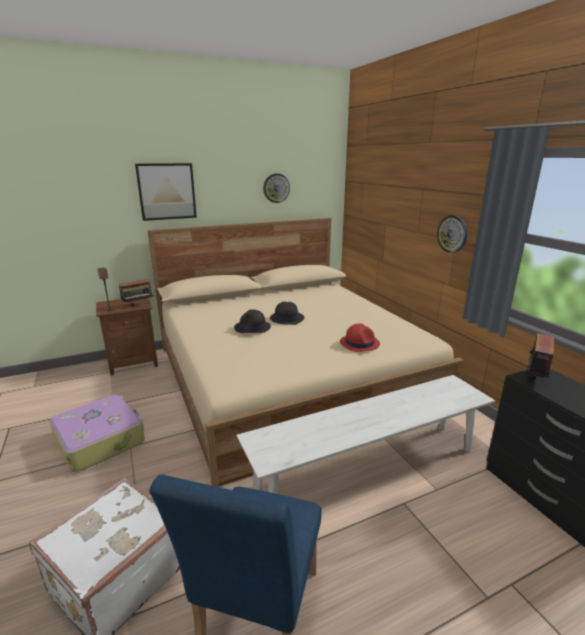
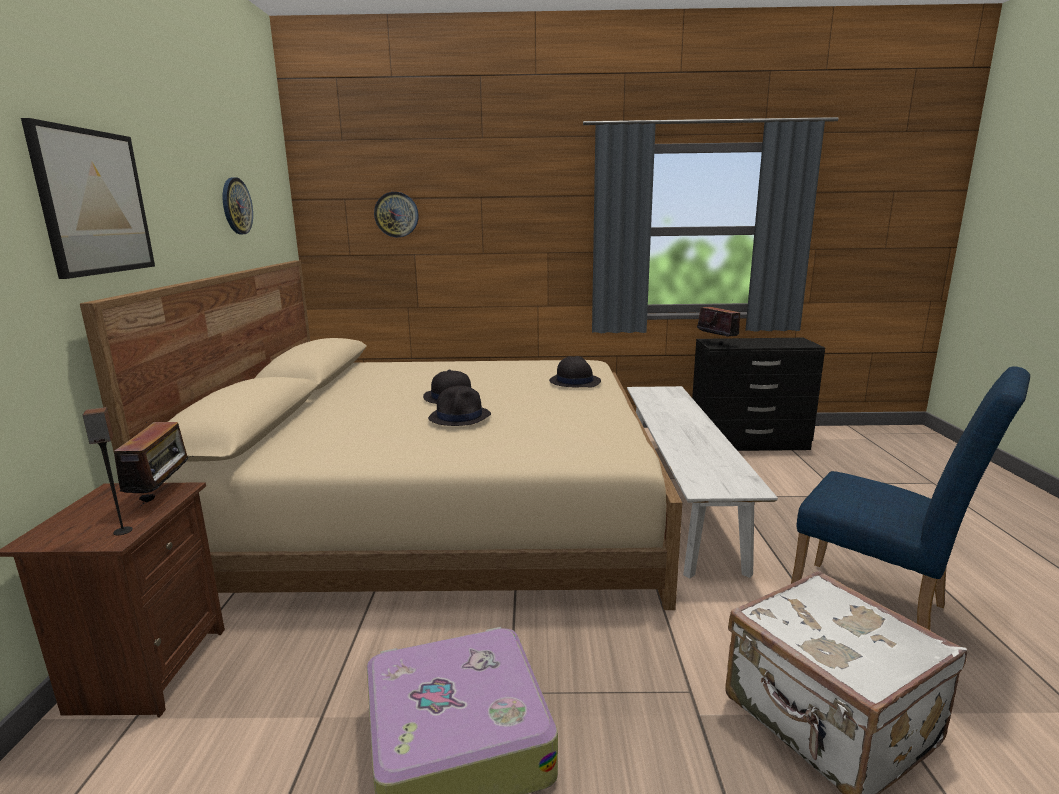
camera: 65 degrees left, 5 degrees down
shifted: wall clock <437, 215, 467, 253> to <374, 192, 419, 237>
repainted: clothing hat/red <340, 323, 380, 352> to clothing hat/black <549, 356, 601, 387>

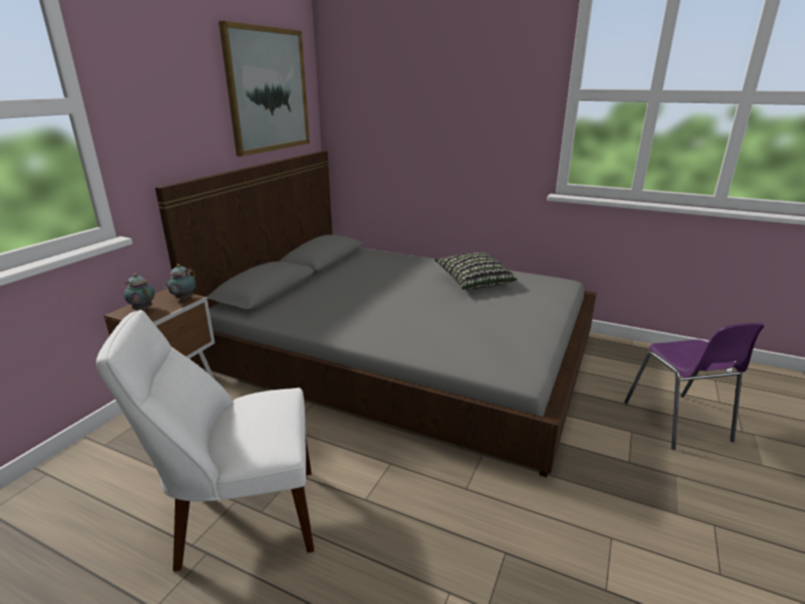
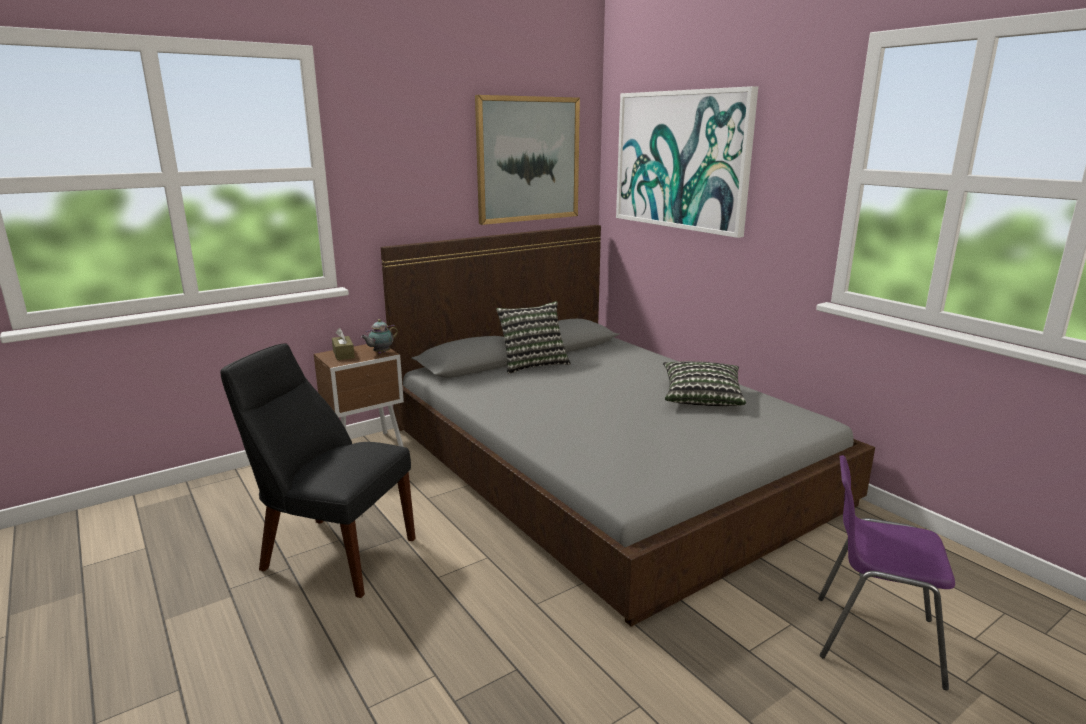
camera: 30 degrees right, 5 degrees down
new: cushion <496, 301, 571, 374>; picture <616, 86, 758, 238>
swapped: pot for tea <124, 274, 155, 311> to tissue box/brown-coloured <332, 328, 355, 360>
repainted: upright chair/white-coloured <96, 310, 314, 571> to upright chair/black <220, 343, 415, 598>
rotated: upright chair/purple <624, 323, 764, 450> = <818, 455, 955, 690> 90 degrees clockwise

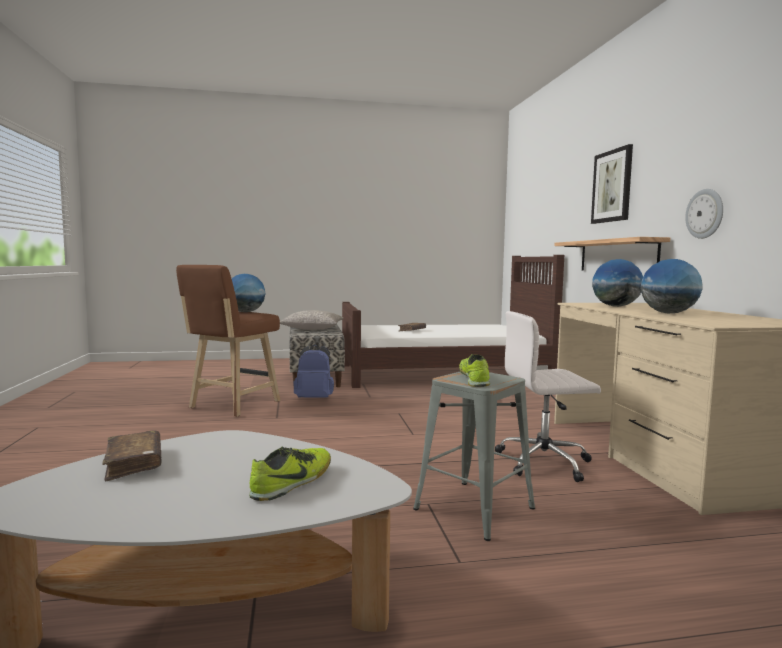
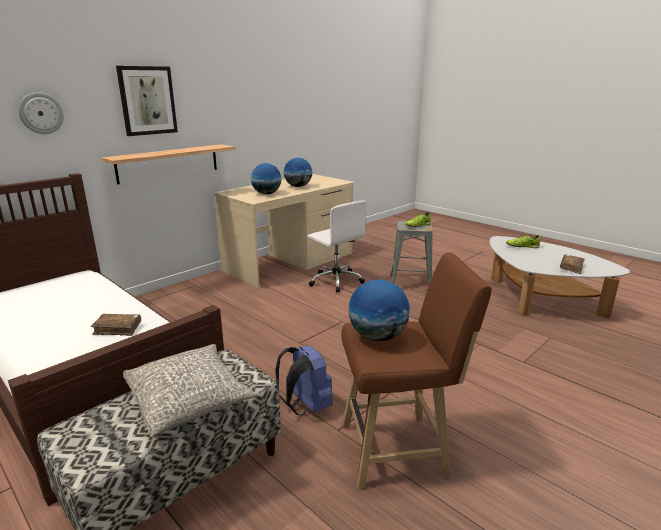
camera: 125 degrees left, 15 degrees up
shifted: wall clock <685, 189, 723, 239> to <19, 92, 64, 134>

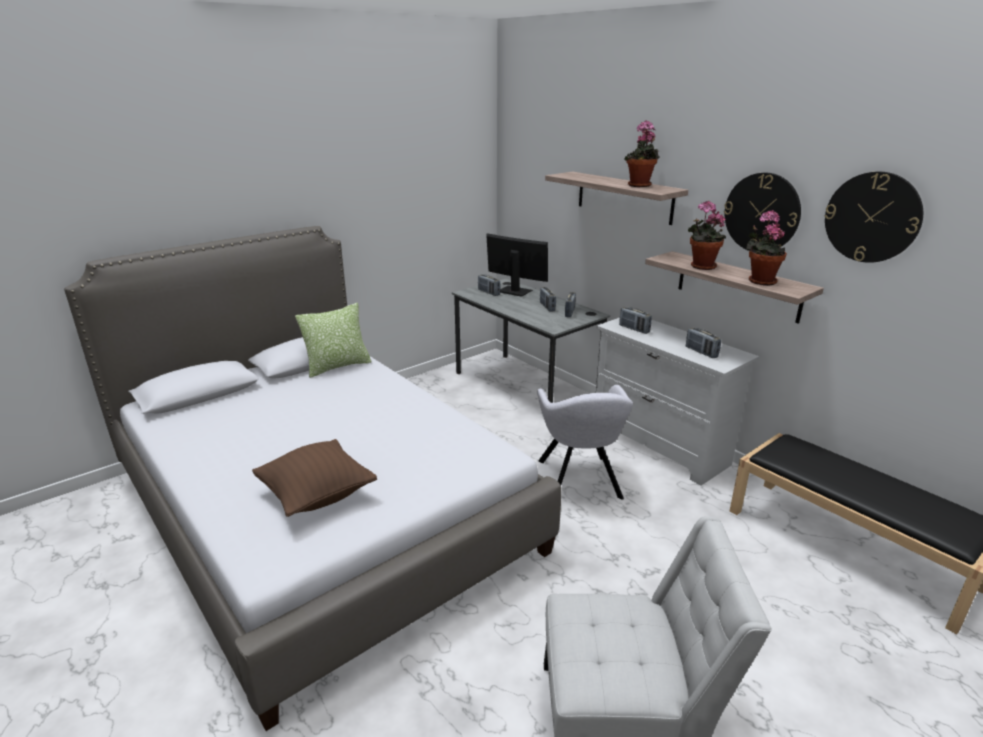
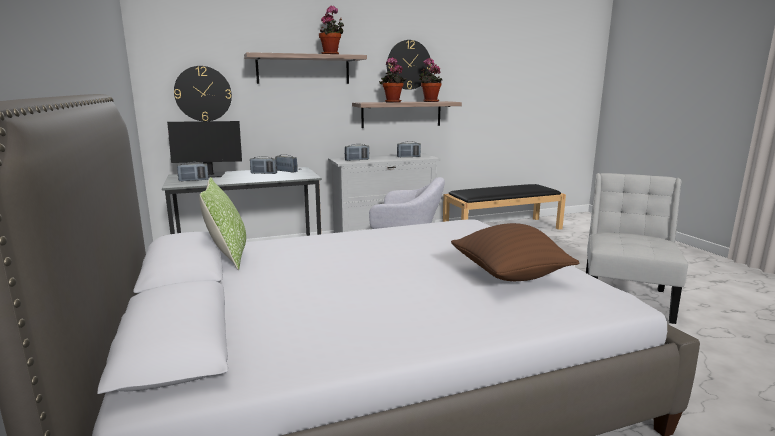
camera: 70 degrees left, 10 degrees down
shifted: wall clock <825, 172, 923, 263> to <174, 66, 232, 121>
rotated: computer display <486, 233, 548, 297> = <167, 121, 242, 178> 150 degrees counterclockwise

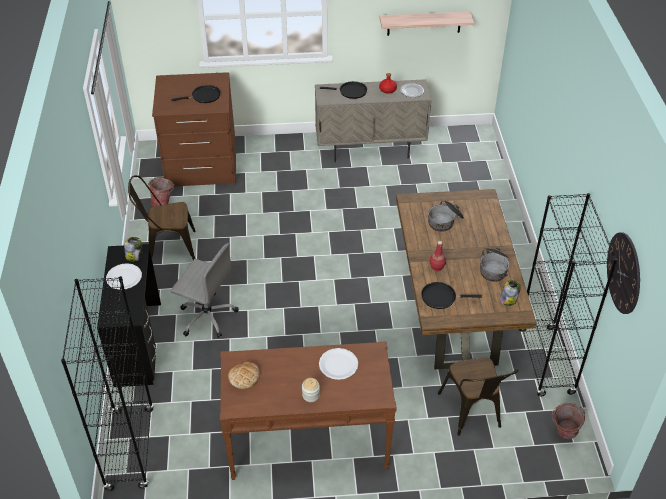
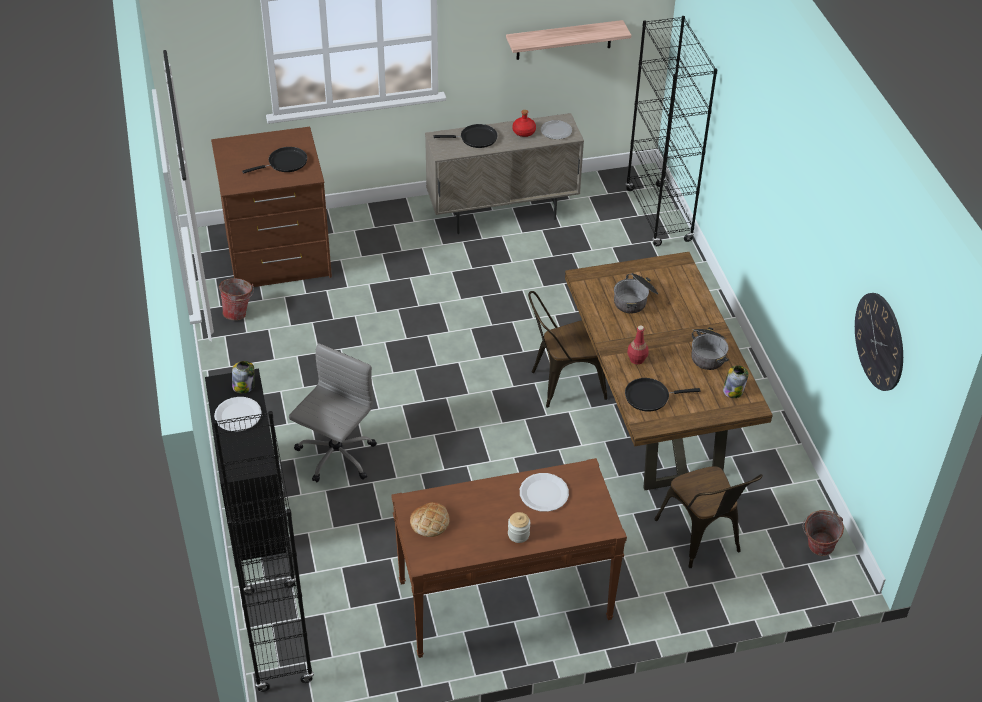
camera: 10 degrees left, 0 degrees up
shifted: upright chair/brown-coloured <128, 175, 196, 260> to <528, 291, 607, 408>; bookcase/black <519, 193, 618, 397> to <625, 16, 717, 246>
rotated: office chair/greyish <171, 243, 239, 338> = <289, 343, 377, 482> 75 degrees counterclockwise

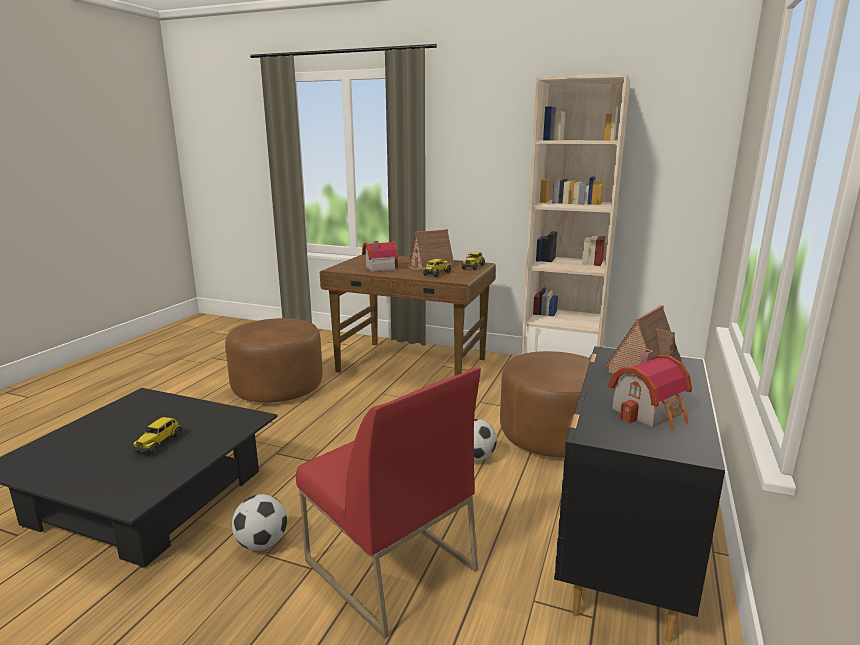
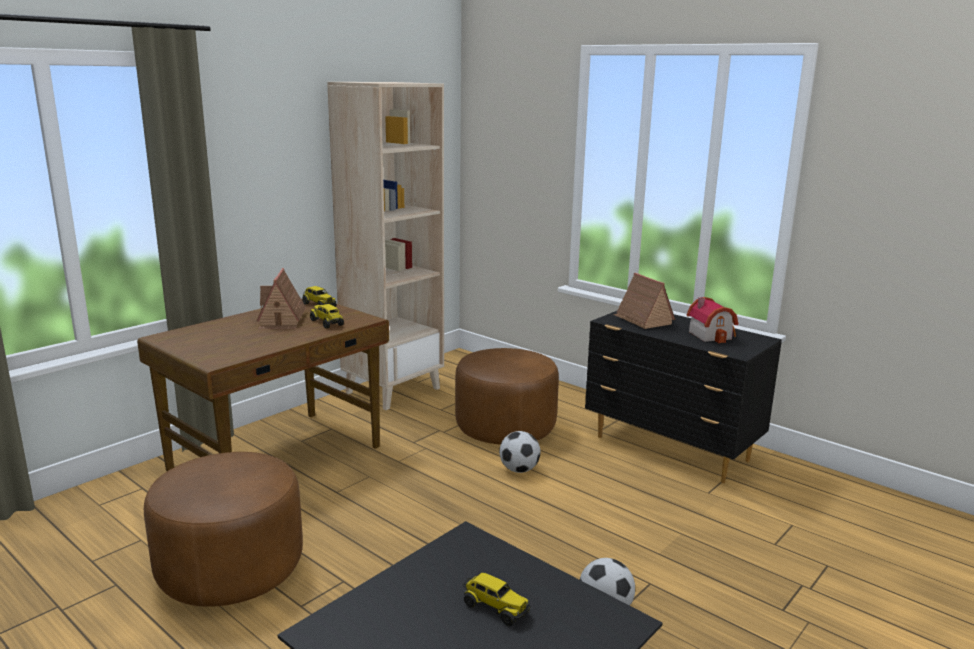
camera: 70 degrees left, 0 degrees up
gone: upright chair/red <296, 367, 481, 639>; model house <362, 241, 398, 272>

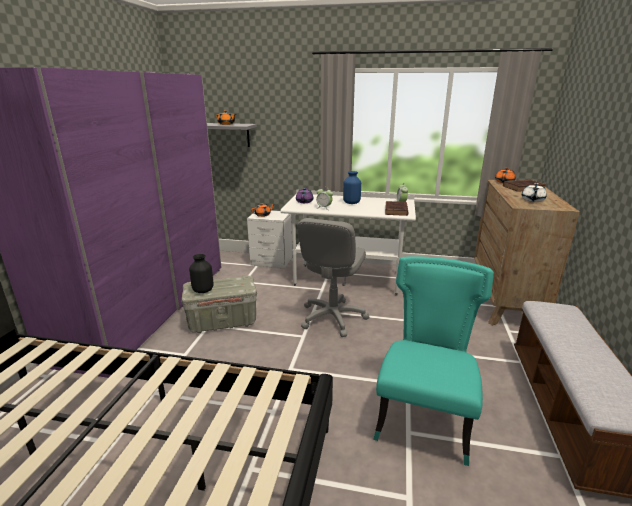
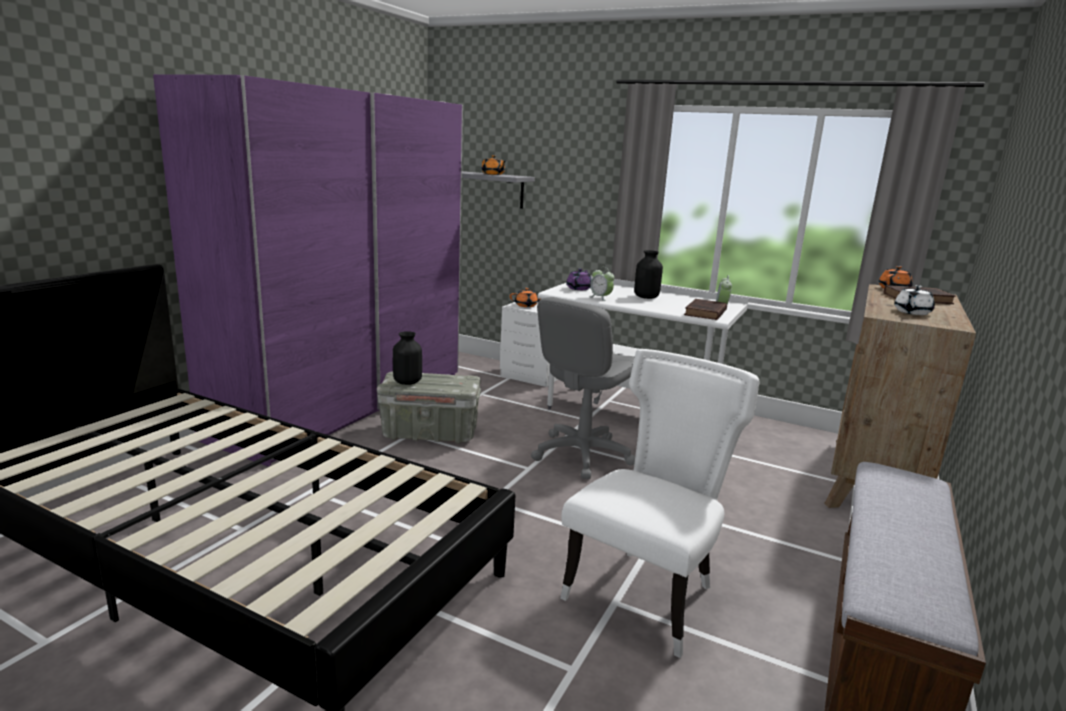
camera: 15 degrees right, 5 degrees down
repainted: flower vase/bluish <343, 171, 361, 204> to flower vase/black <634, 250, 663, 299>; upright chair/blue-green <373, 256, 494, 466> to upright chair/white-coloured <560, 349, 760, 658>

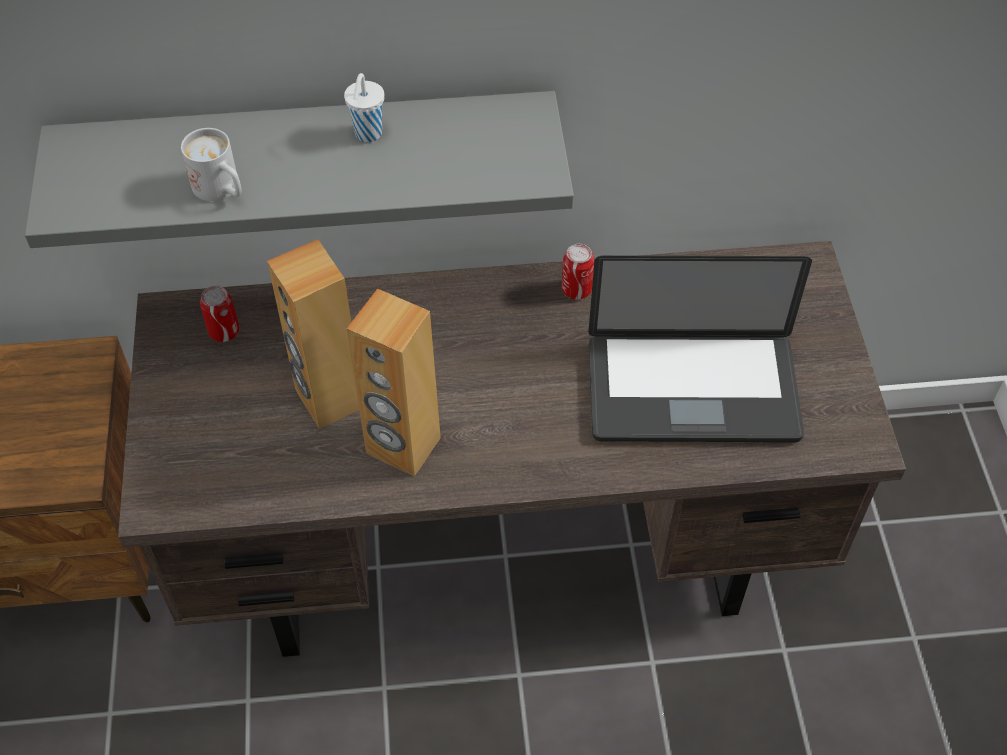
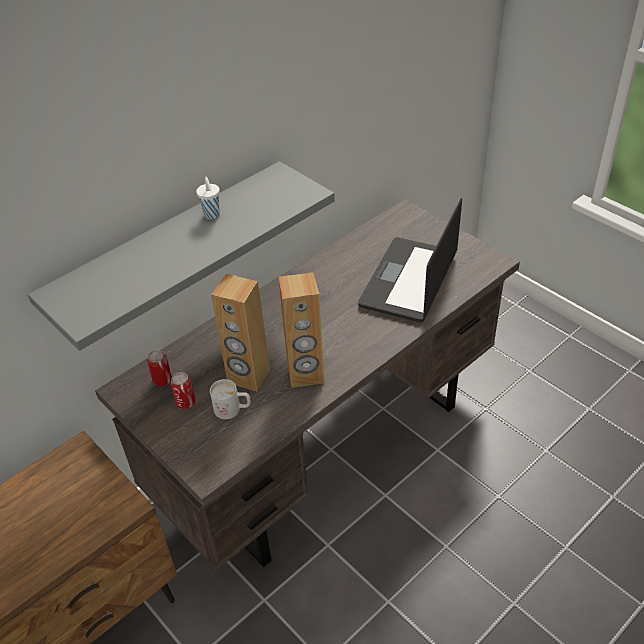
camera: 35 degrees left, 10 degrees down
shifted: mug/white-coloured <181, 128, 242, 201> to <210, 379, 251, 419>; can <562, 244, 594, 300> to <171, 372, 196, 409>
rotated: portable computer <588, 255, 812, 442> = <358, 198, 462, 323> 150 degrees clockwise

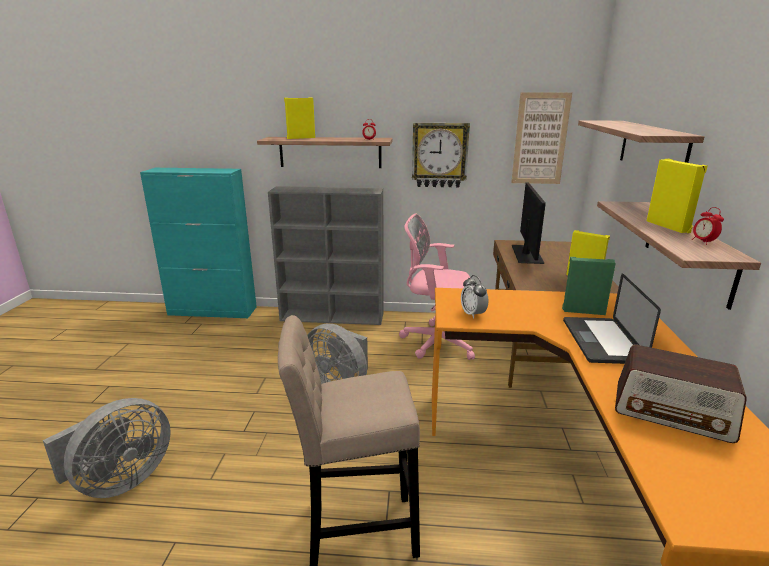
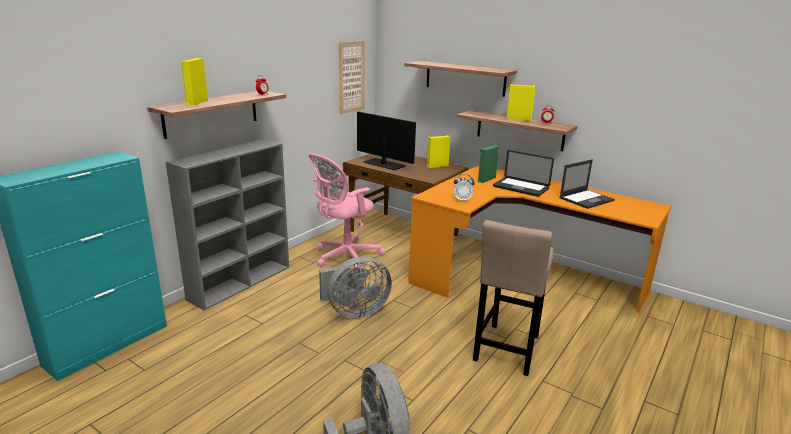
camera: 60 degrees left, 0 degrees up
gone: wall clock <412, 123, 470, 188>
swapped: radio set <615, 345, 747, 443> to portable computer <559, 159, 615, 209>

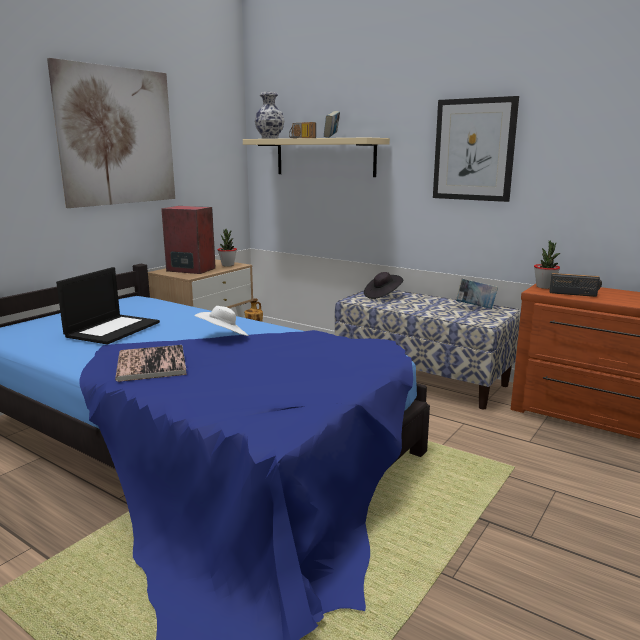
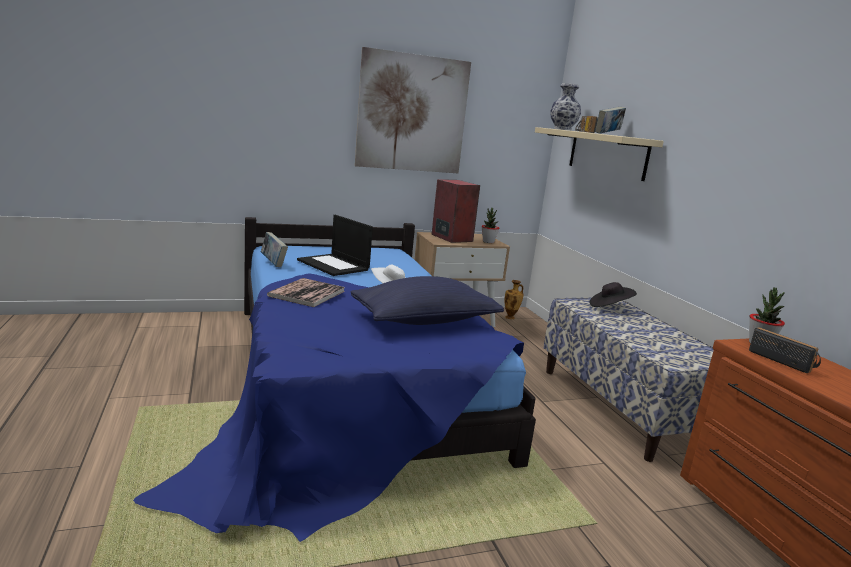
camera: 35 degrees right, 0 degrees up
gone: picture <433, 96, 519, 202>
new: cushion/bluish <351, 276, 504, 325>
shifted: book <456, 278, 498, 309> to <261, 232, 288, 267>
rotated: portable computer <56, 267, 160, 345> = <297, 215, 373, 276> 75 degrees clockwise

